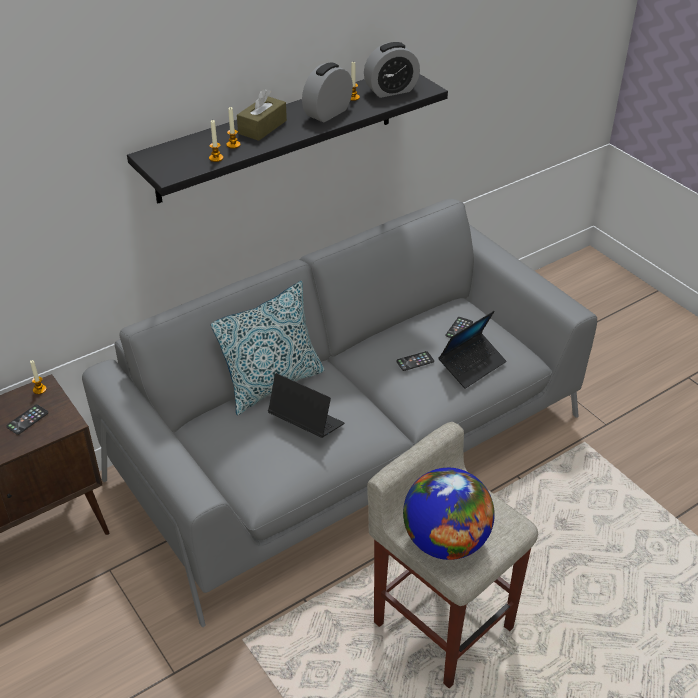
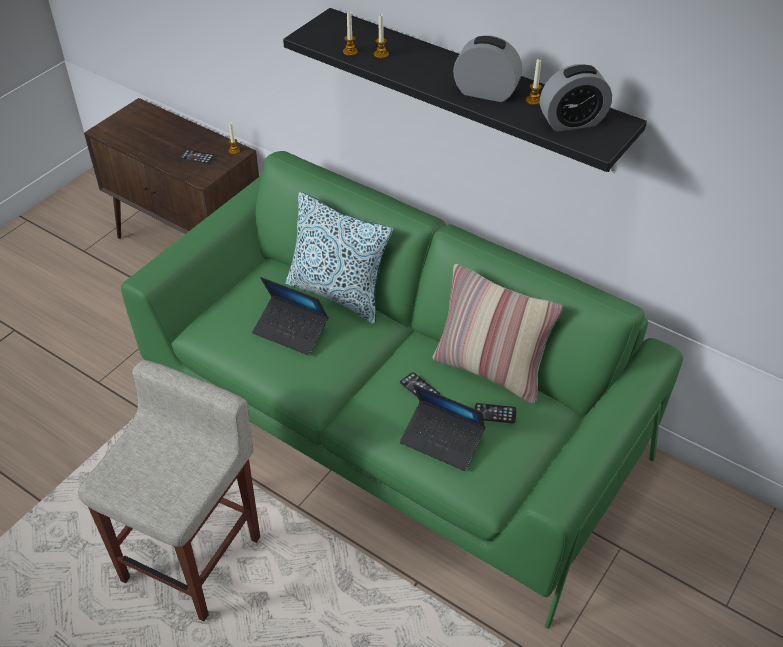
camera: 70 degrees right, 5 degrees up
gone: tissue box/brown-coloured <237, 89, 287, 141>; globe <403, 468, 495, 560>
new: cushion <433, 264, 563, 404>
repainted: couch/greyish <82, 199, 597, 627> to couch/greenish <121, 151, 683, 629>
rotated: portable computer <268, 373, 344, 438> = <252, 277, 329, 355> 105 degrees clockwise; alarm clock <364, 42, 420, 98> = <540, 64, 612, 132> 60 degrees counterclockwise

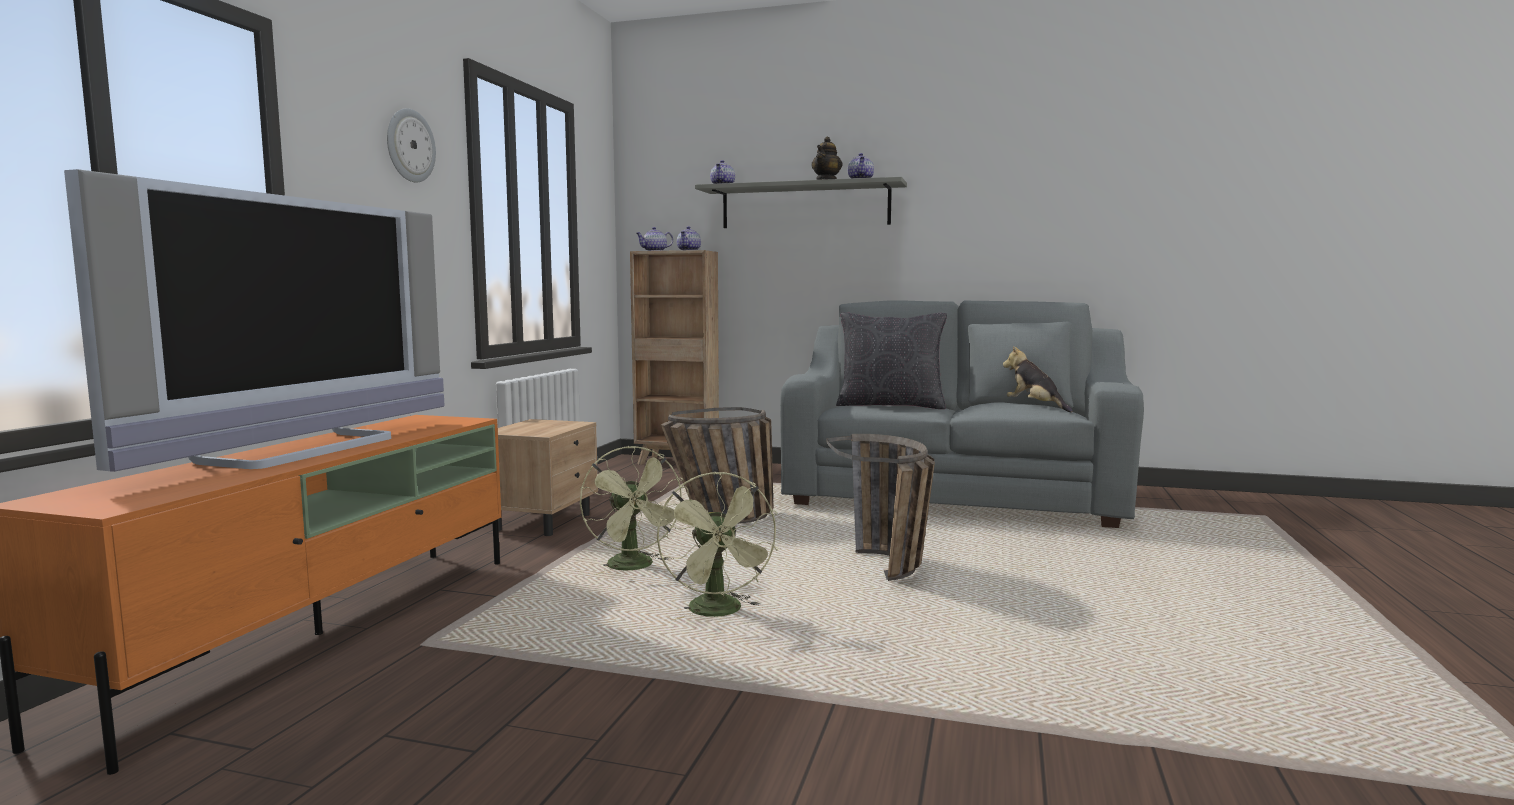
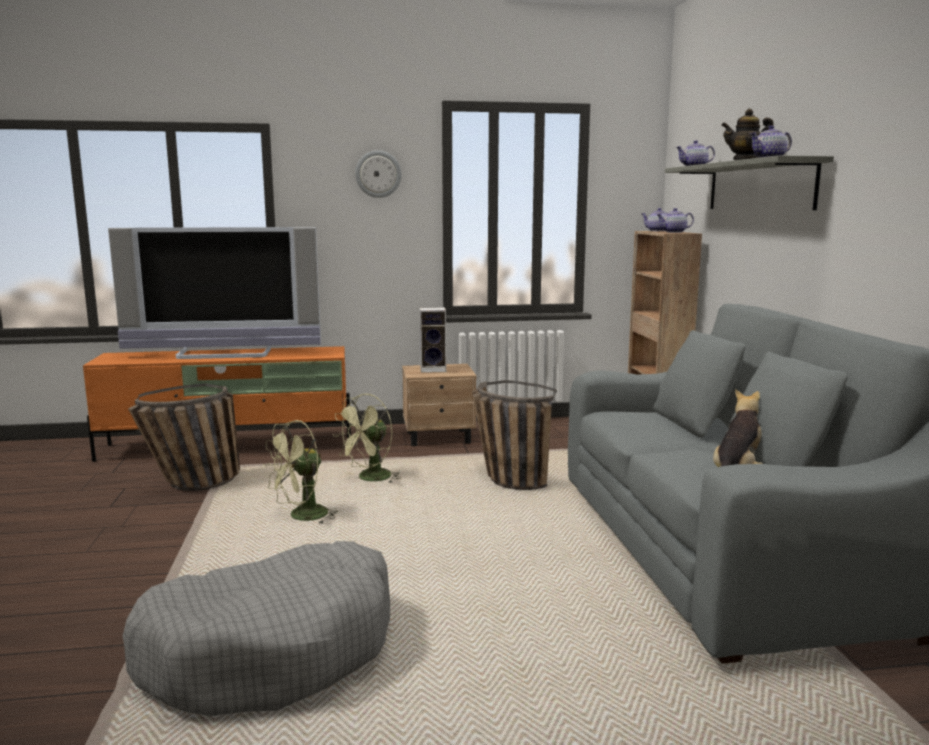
camera: 65 degrees right, 5 degrees up
gone: cushion/black <836, 312, 947, 409>
new: dog cushion/greyish <123, 541, 390, 716>; audio speaker <420, 307, 446, 373>
shifted: basket <826, 434, 935, 581> to <128, 383, 240, 491>

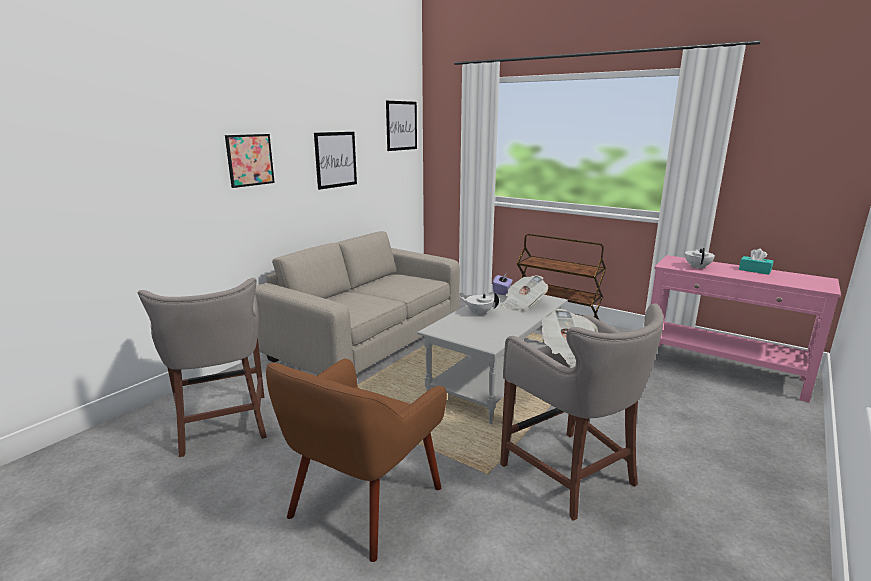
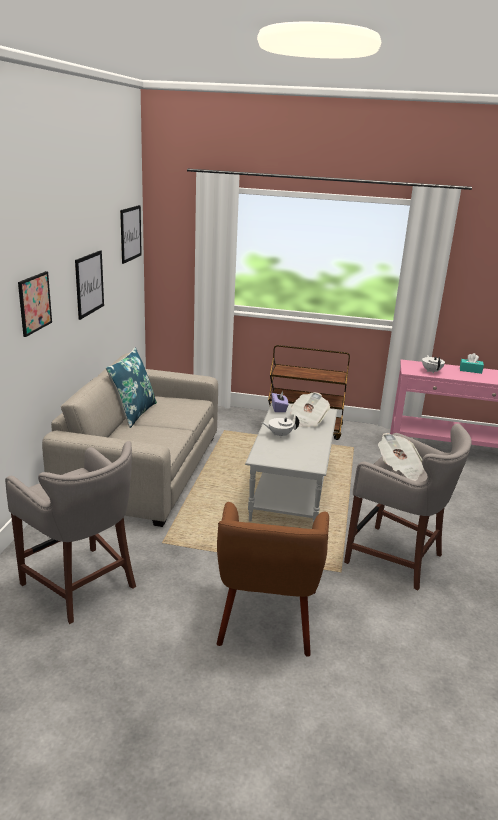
camera: 25 degrees left, 5 degrees up
new: cushion/bluish <106, 347, 157, 428>

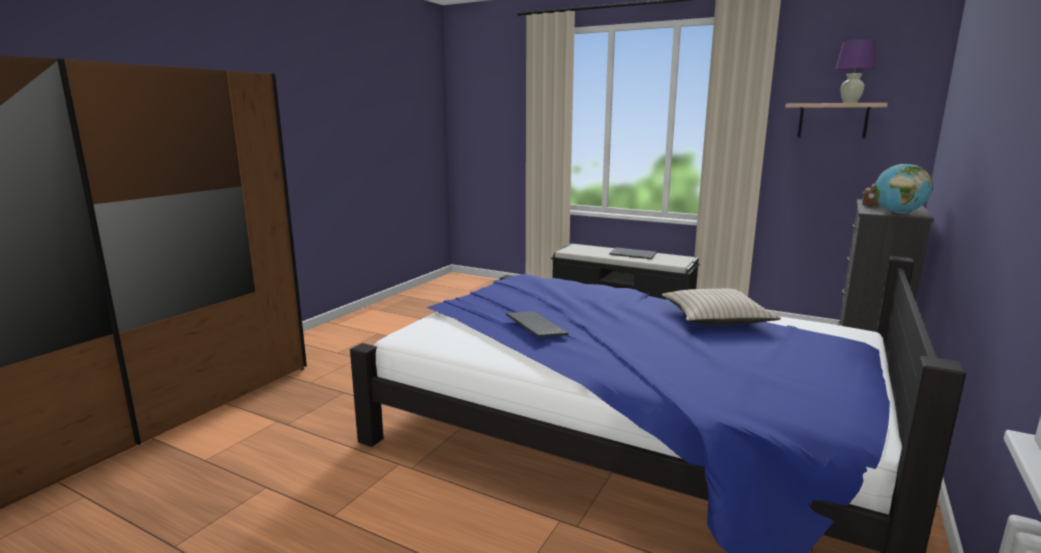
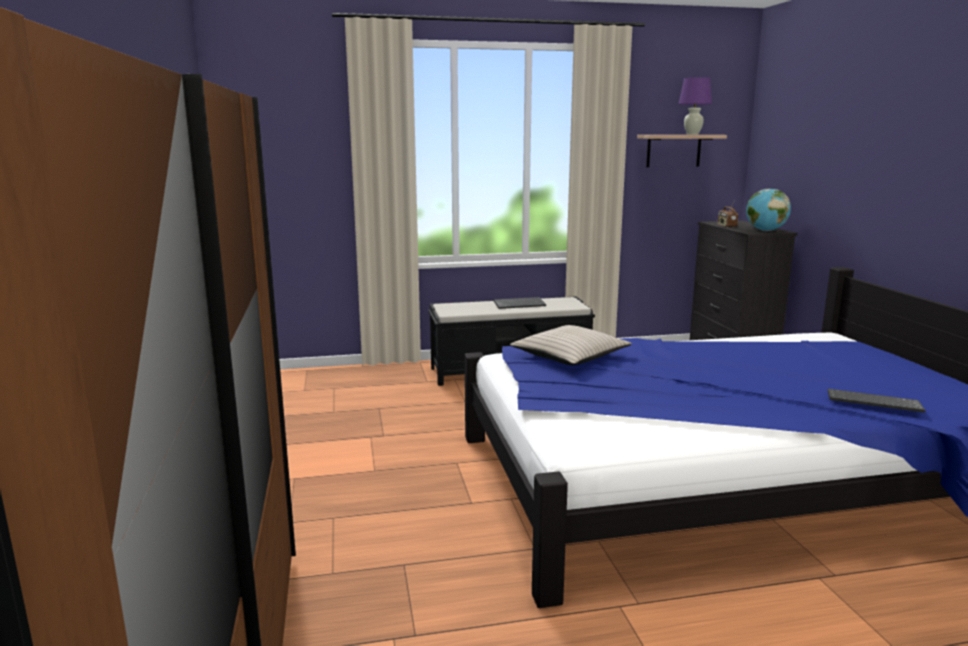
camera: 40 degrees left, 0 degrees up
shifted: PC keyboard <506, 311, 568, 337> to <828, 389, 925, 413>; cushion/beige-coloured <662, 289, 781, 325> to <510, 325, 632, 365>

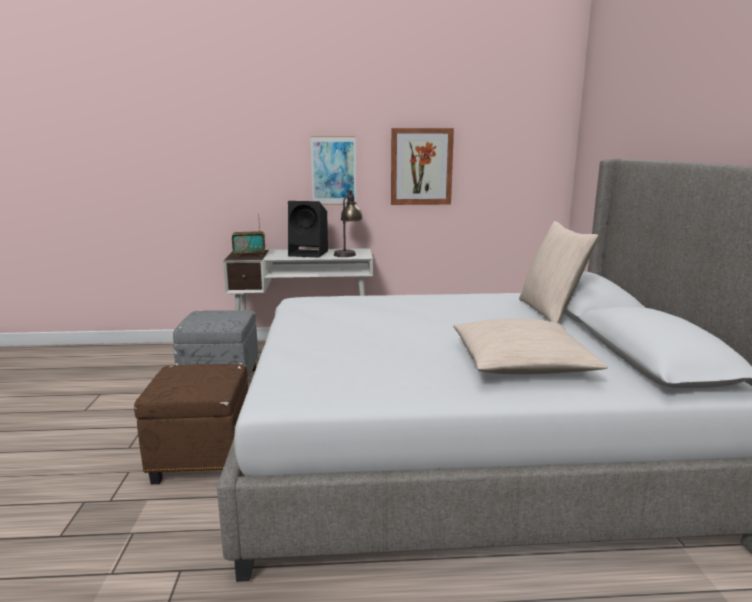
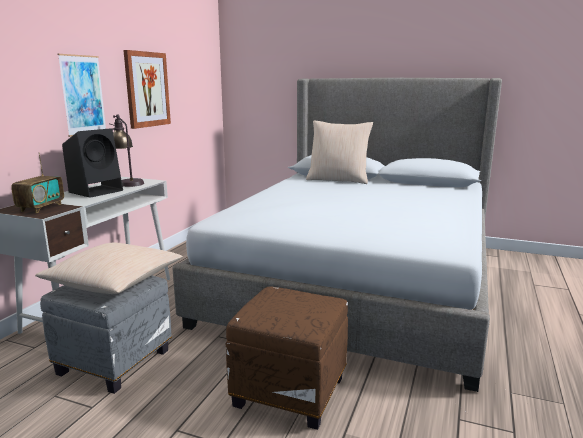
camera: 65 degrees left, 0 degrees up
shifted: cushion/beige-coloured <454, 319, 608, 374> to <35, 242, 183, 294>

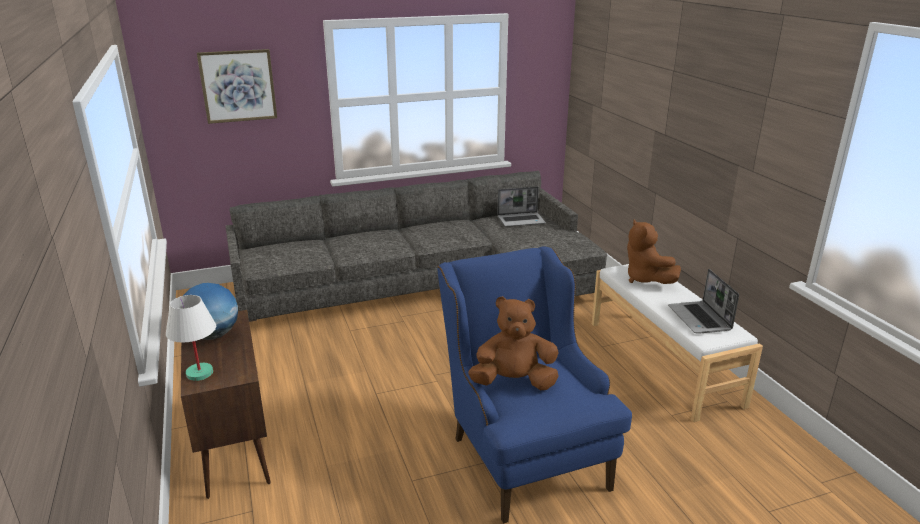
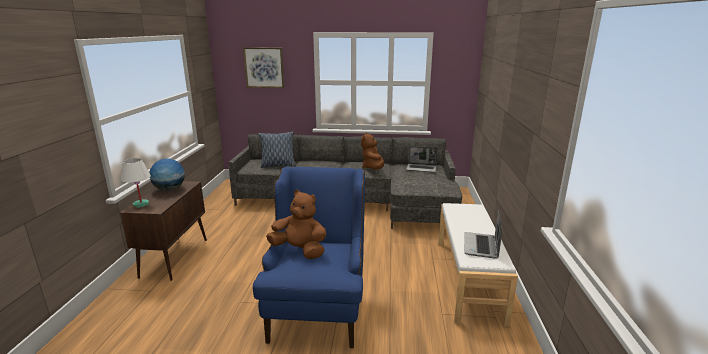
camera: 25 degrees right, 5 degrees down
new: cushion <258, 131, 295, 168>
shifted: cuddly toy/brown-coloured <627, 219, 681, 284> to <361, 133, 384, 169>

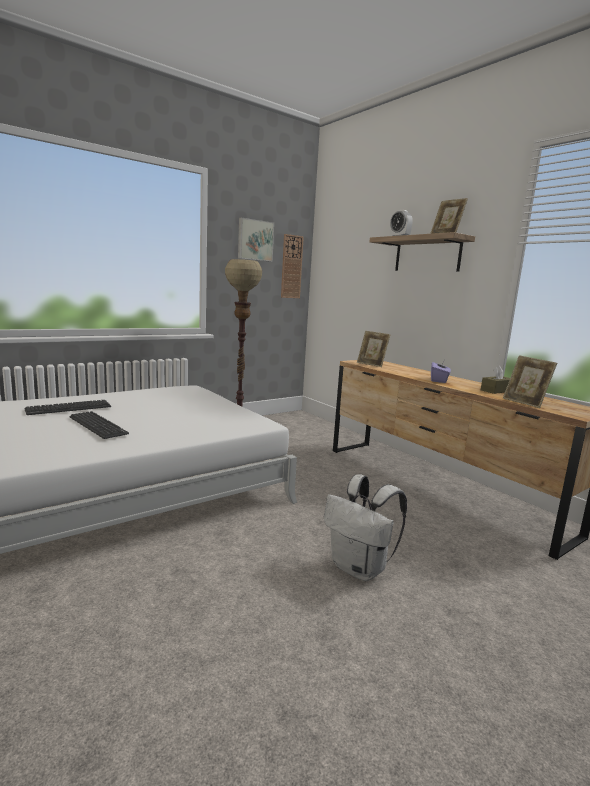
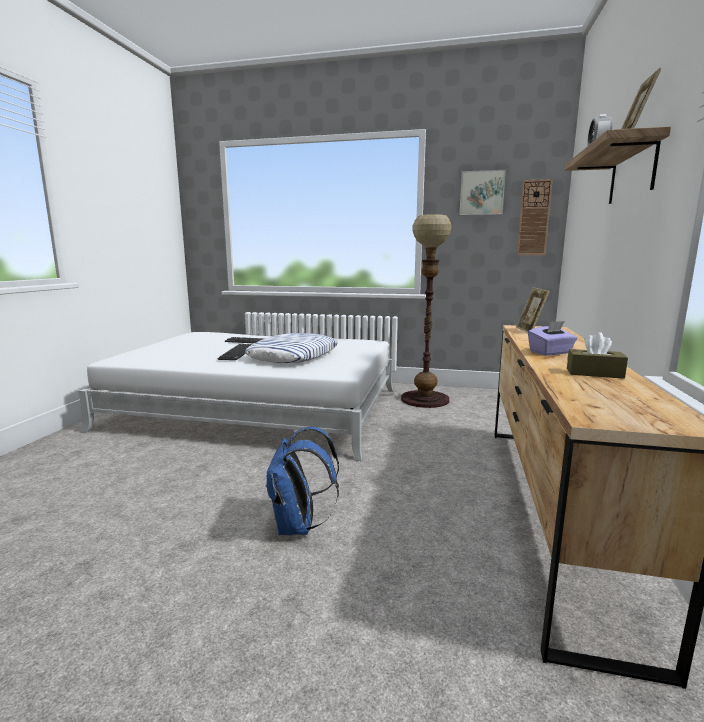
camera: 50 degrees right, 0 degrees up
gone: standing frame <503, 356, 557, 408>
new: cushion <245, 333, 338, 363>
repainted: rucksack/white-coloured <324, 474, 407, 581> to rucksack/bluish <266, 427, 339, 535>

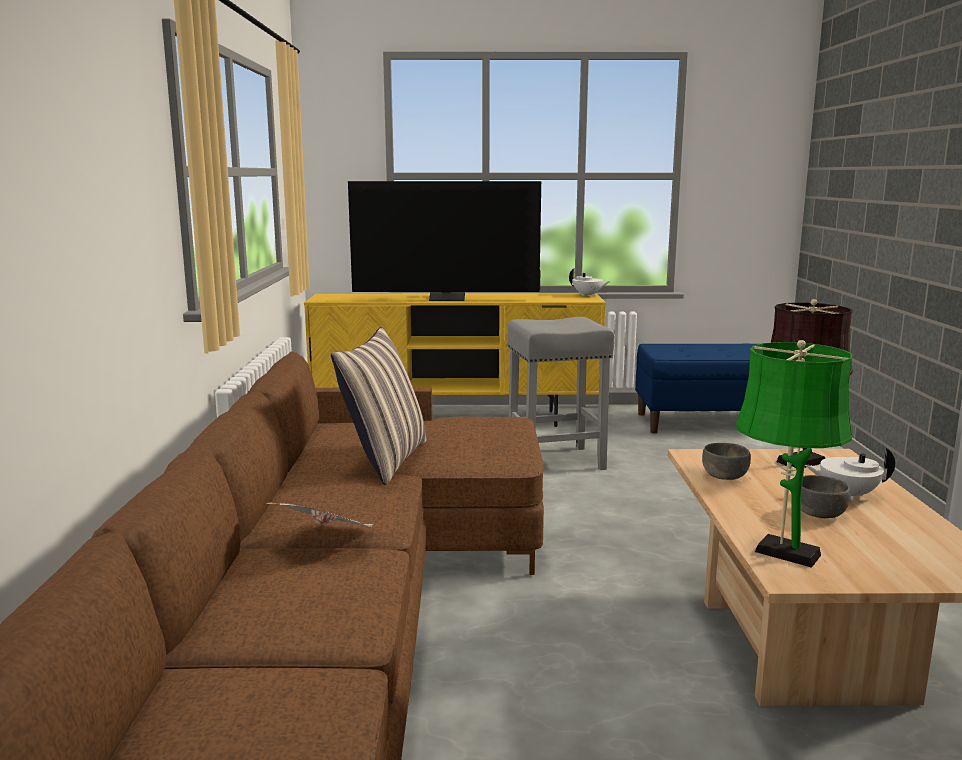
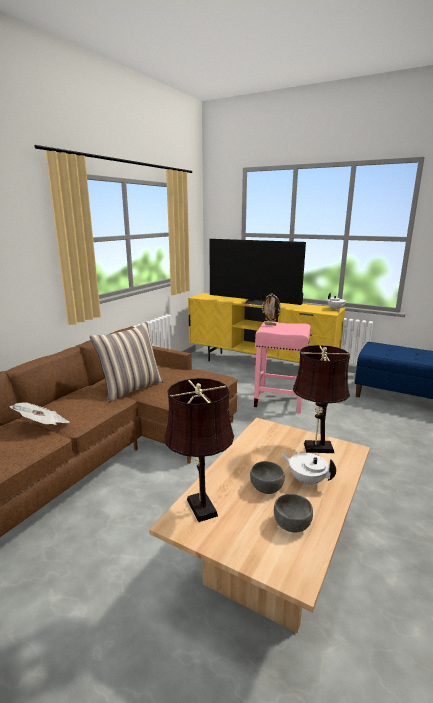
camera: 30 degrees right, 5 degrees up
new: standing frame <261, 294, 281, 326>
shifted: bowl/greyish <702, 443, 751, 480> to <274, 494, 313, 533>
repainted: stool seat/greyish <508, 317, 615, 470> to stool seat/pink-coloured <254, 321, 311, 413>; table lamp/greenish <735, 340, 853, 568> to table lamp/brown-coloured <164, 378, 234, 522>

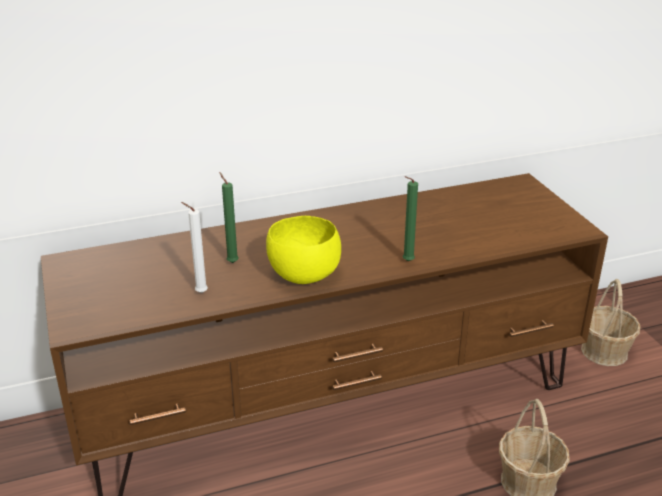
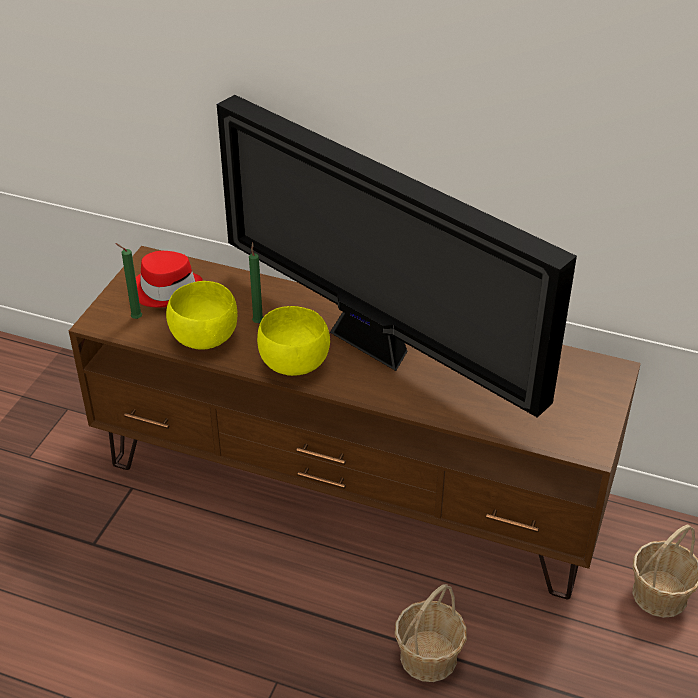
camera: 40 degrees right, 10 degrees up
new: clothing hat/red <136, 251, 203, 308>; television <217, 95, 577, 418>
shifted: wax light/greenish <403, 176, 418, 261> to <115, 243, 142, 319>
swapped: wax light/white-coloured <181, 202, 208, 293> to bowl/yellow-coloured <166, 281, 238, 350>

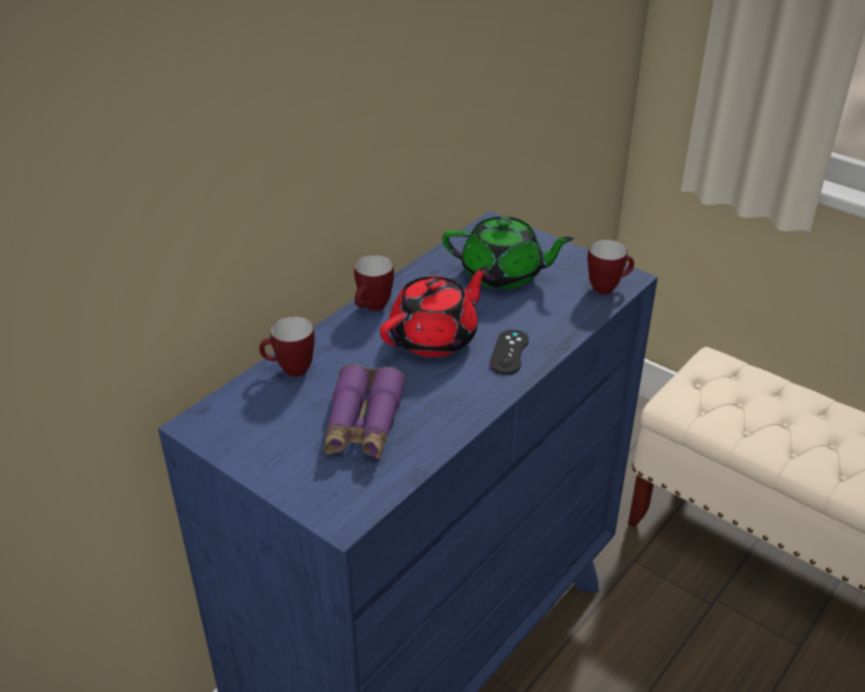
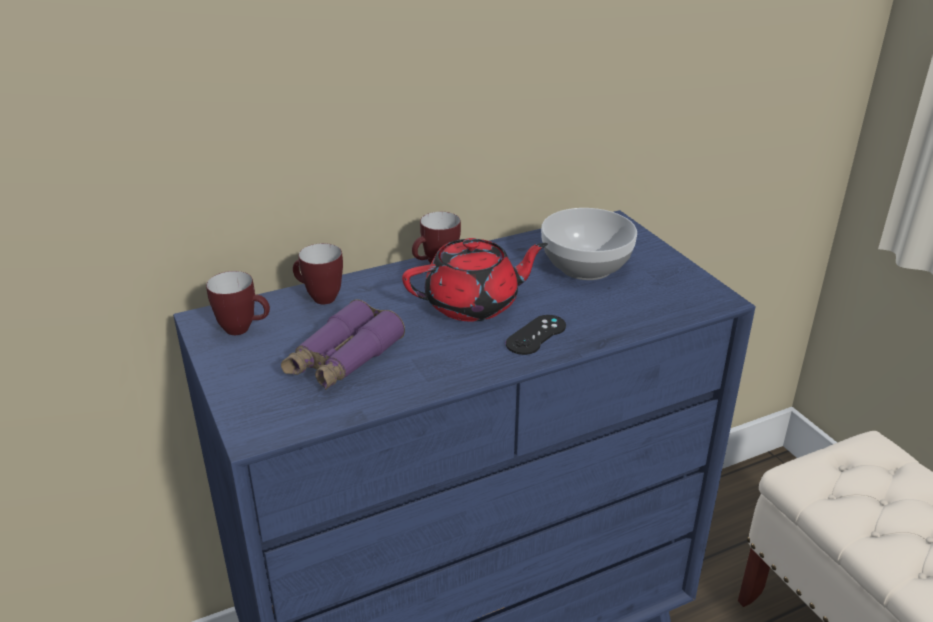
camera: 25 degrees right, 5 degrees down
shifted: mug <588, 240, 634, 294> to <206, 271, 270, 335>
swapped: pot for tea/greenish <443, 216, 574, 289> to bowl <541, 208, 637, 280>

